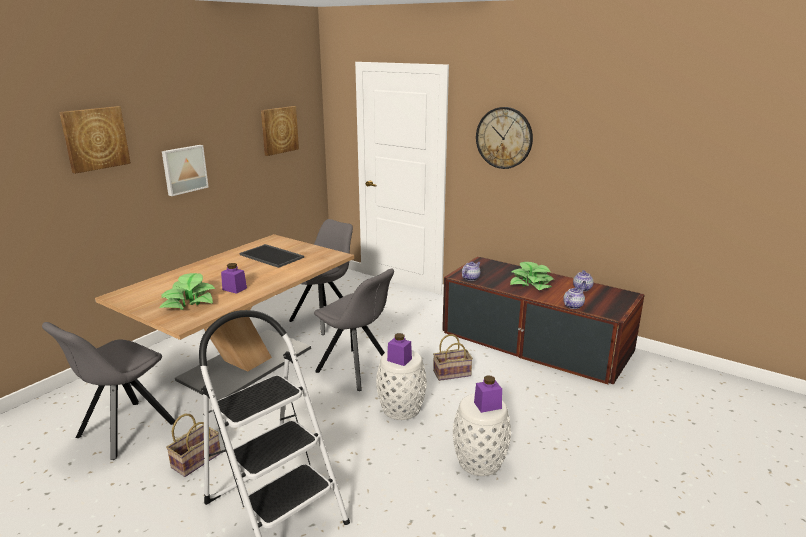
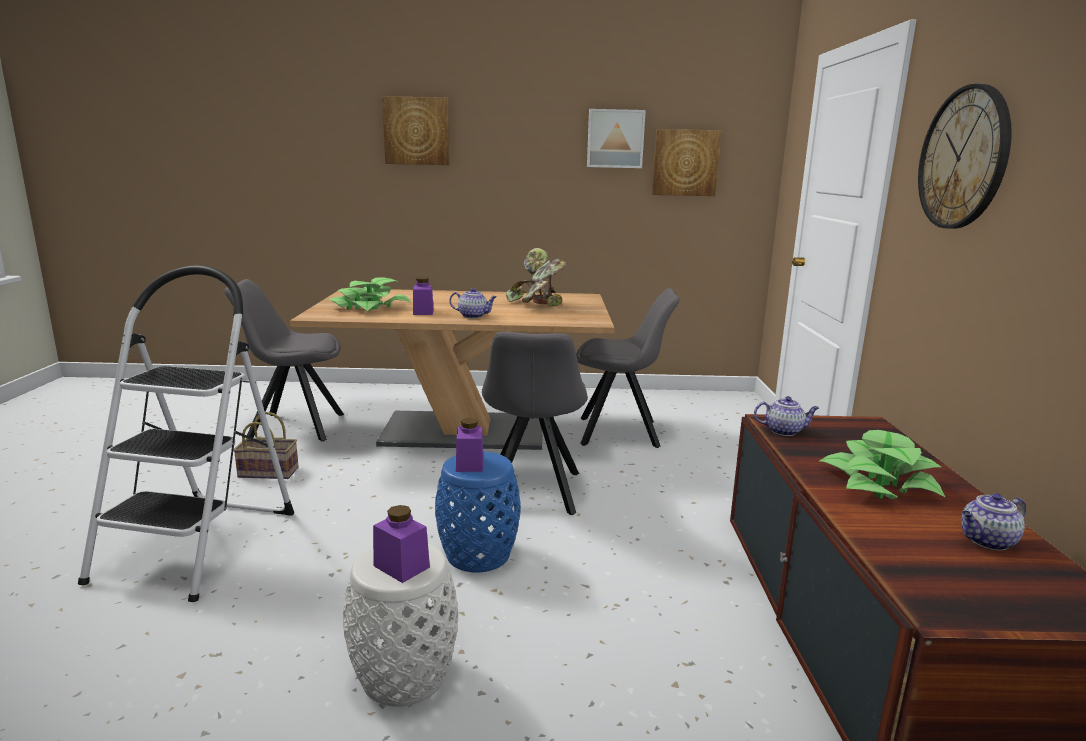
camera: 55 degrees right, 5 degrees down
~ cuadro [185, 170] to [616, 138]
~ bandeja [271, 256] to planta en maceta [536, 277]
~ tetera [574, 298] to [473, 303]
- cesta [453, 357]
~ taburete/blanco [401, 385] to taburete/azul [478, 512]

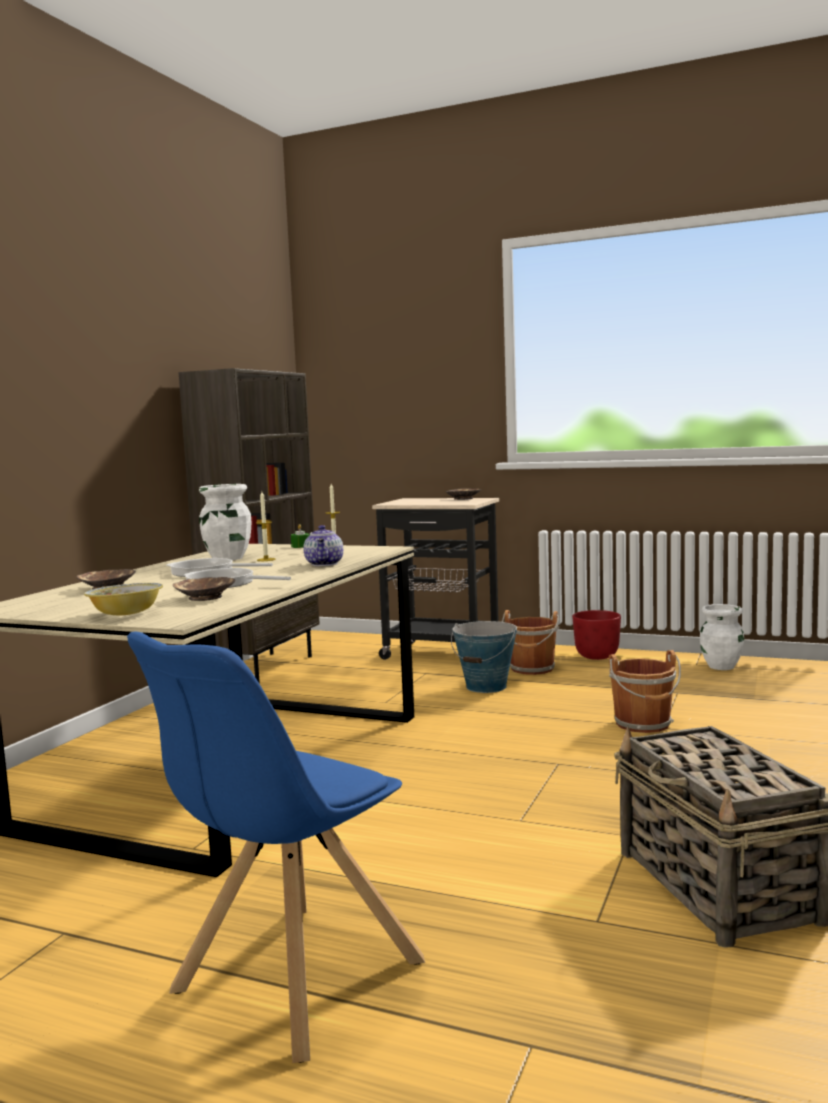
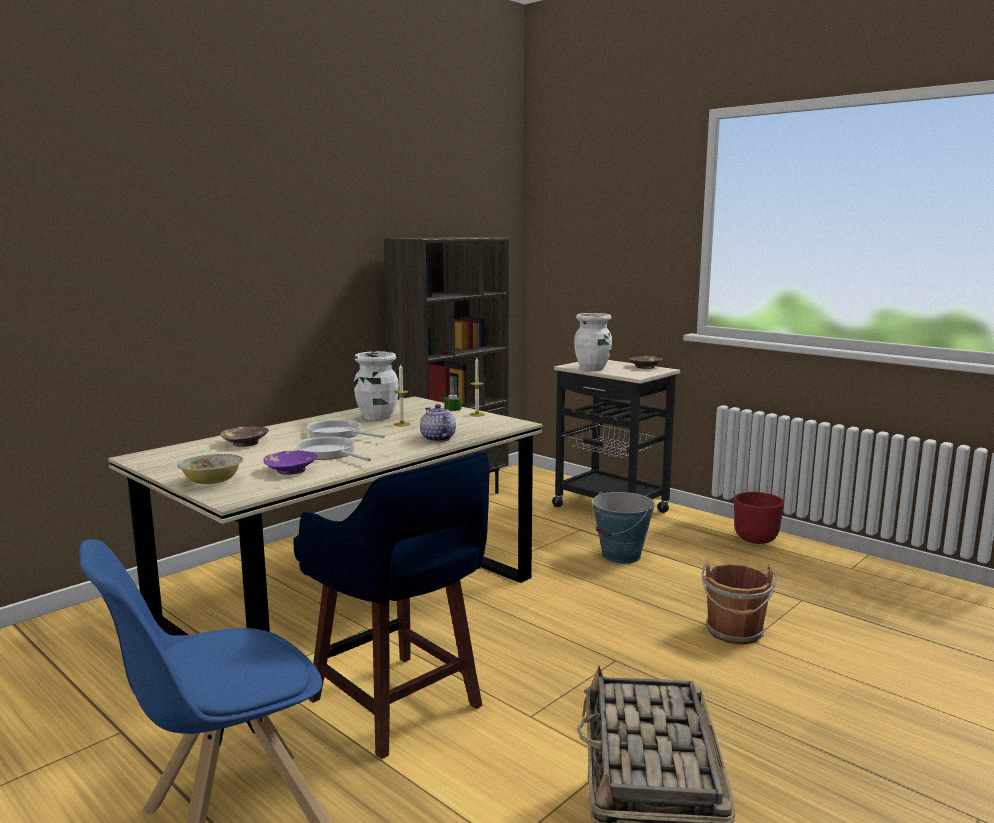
camera: 20 degrees right, 5 degrees up
~ tetera [323, 545] = [438, 423] 135 degrees clockwise
~ cuenco/marrón [204, 589] to cuenco/morado [290, 463]
~ florero/blanco [722, 637] to [593, 342]
- cubo/marrón [530, 642]
+ taburete/azul [391, 605]

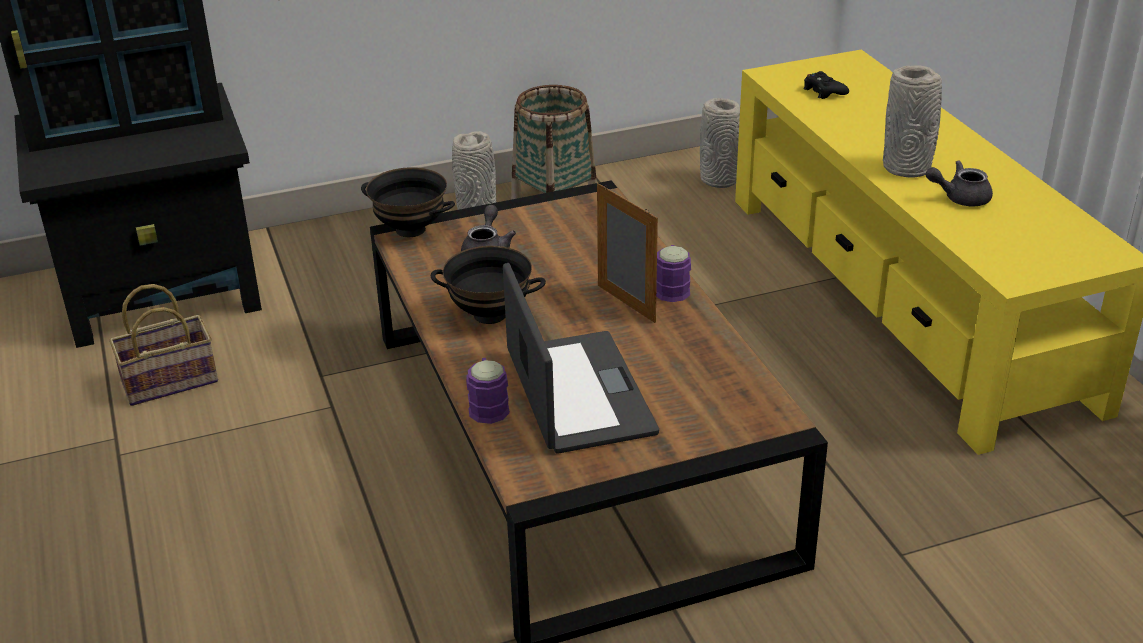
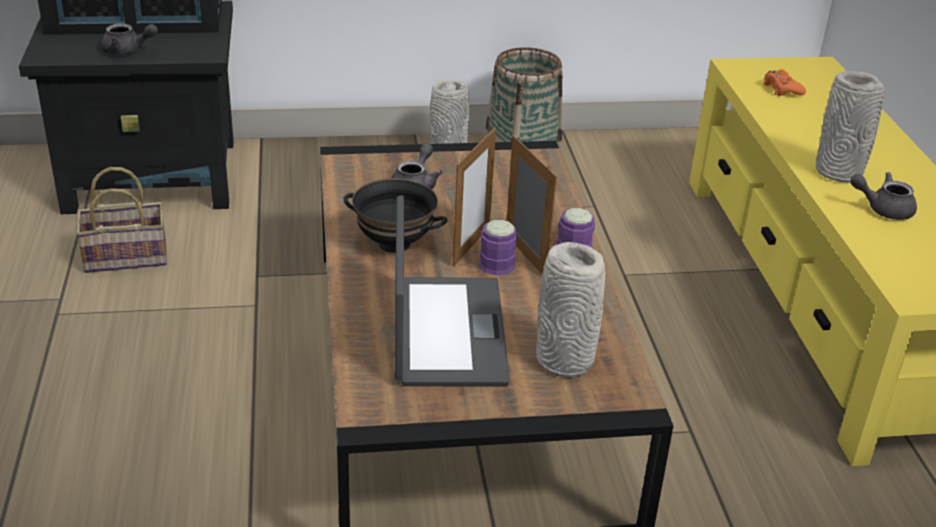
camera: 10 degrees right, 0 degrees up
~ mando de consola/negro [826, 85] to mando de consola/naranja [784, 82]
~ florero/gris [720, 143] to [570, 310]
- cuenco/negro [408, 202]
~ taza grande/morado [488, 391] to [498, 246]
+ tetera/gris [129, 39]
+ portarretratos [474, 197]

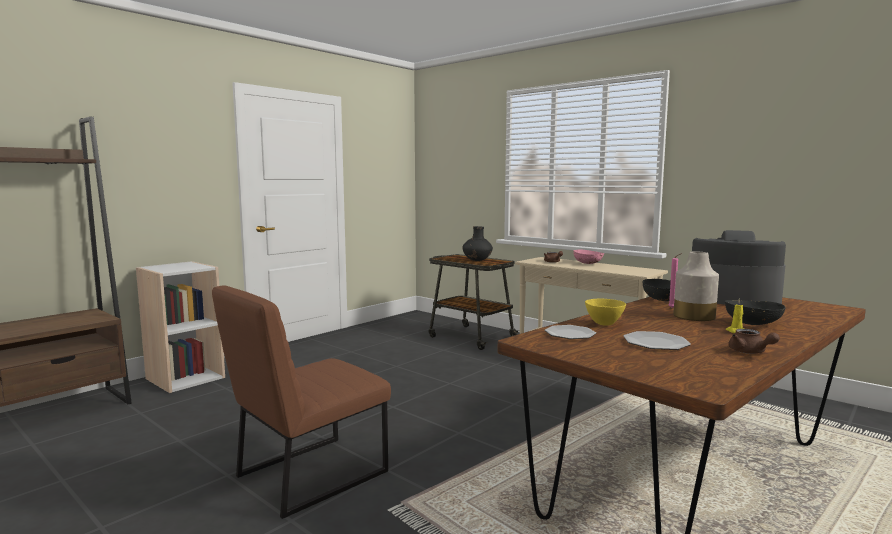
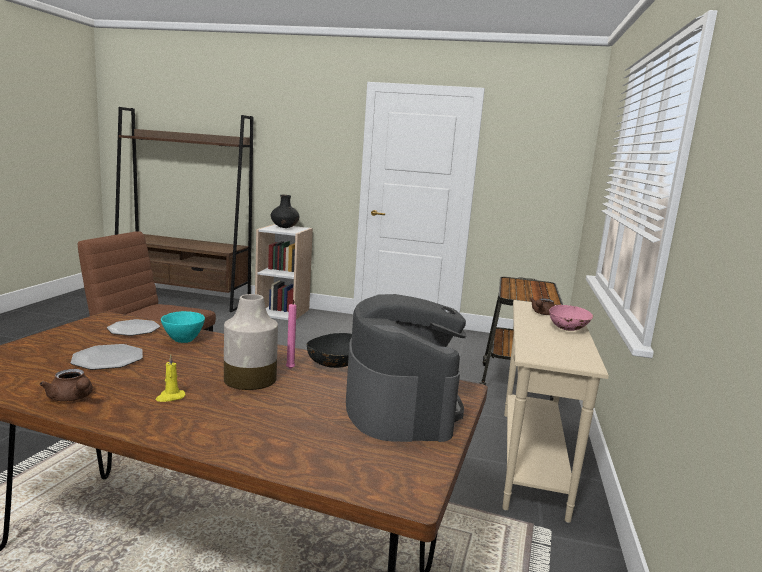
camera: 60 degrees right, 5 degrees up
~ florero/negro [477, 243] to [285, 211]
~ cuenco/amarillo [605, 312] to cuenco/turquesa [183, 327]
- cuenco/negro [755, 312]
~ tetera/marrón [754, 341] = [66, 385] 90 degrees counterclockwise

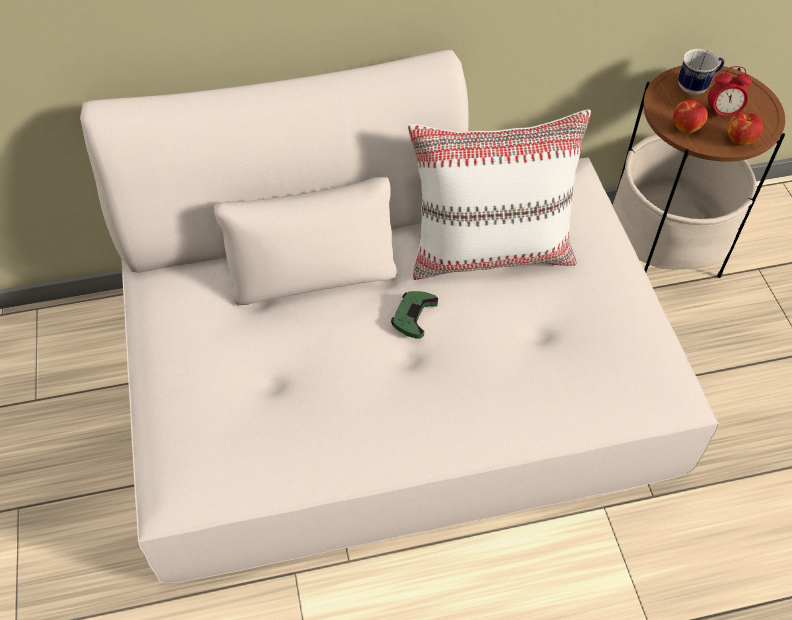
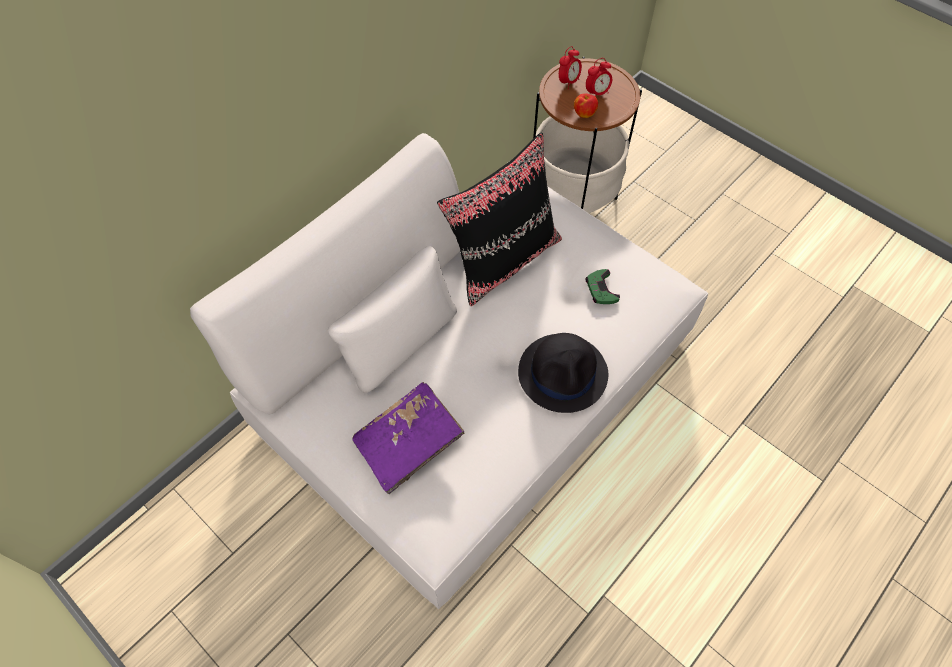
camera: 35 degrees left, 5 degrees up
~ taza grande [701, 72] to despertador [570, 67]
~ cojín/blanco [499, 195] to cojín/negro [499, 219]
- manzana [745, 129]
~ mando de consola/verde [414, 315] to [602, 286]
+ sombrero/negro [563, 373]
+ libro/morado [408, 438]

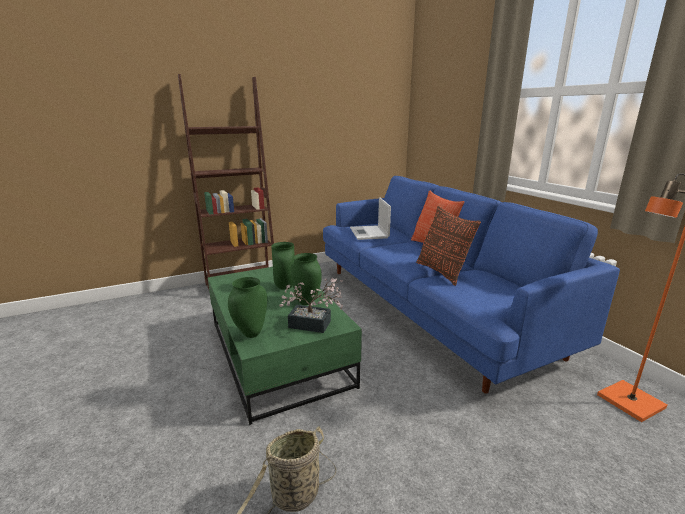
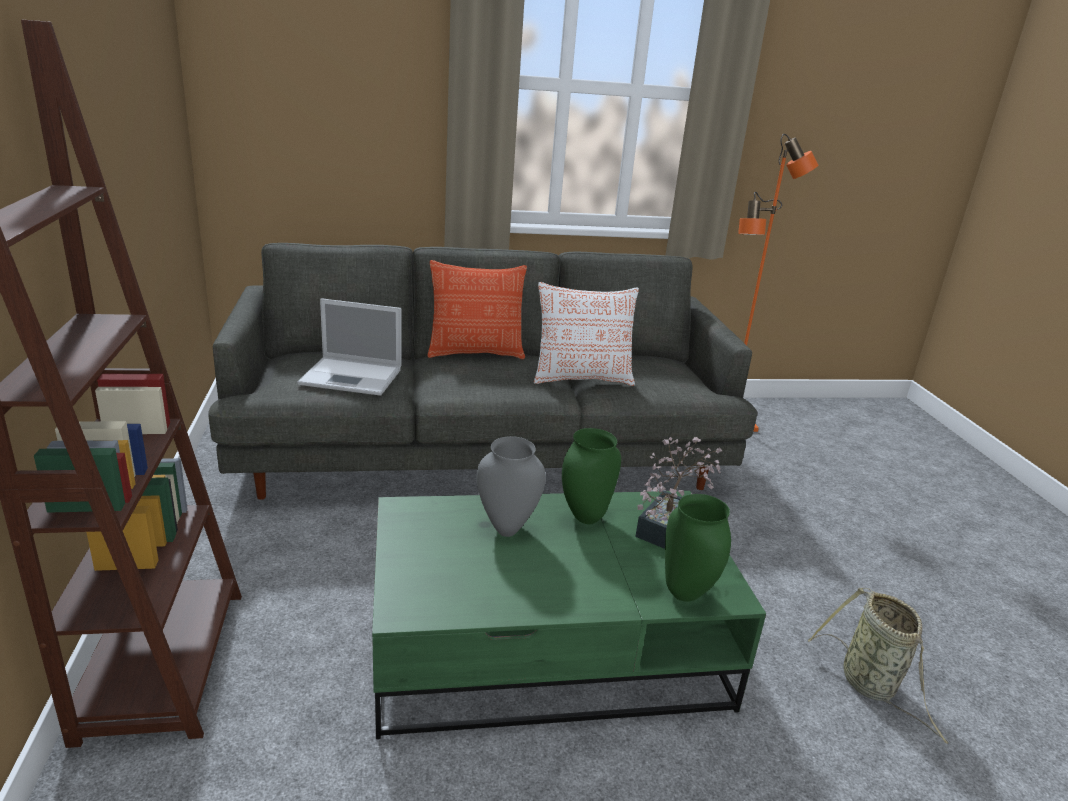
camera: 75 degrees left, 5 degrees up
~ sofá/azul [471, 285] to sofá/gris [482, 371]
~ cojín/marrón [448, 245] to cojín/blanco [586, 334]
~ florero/verde [283, 266] to florero/gris [511, 486]

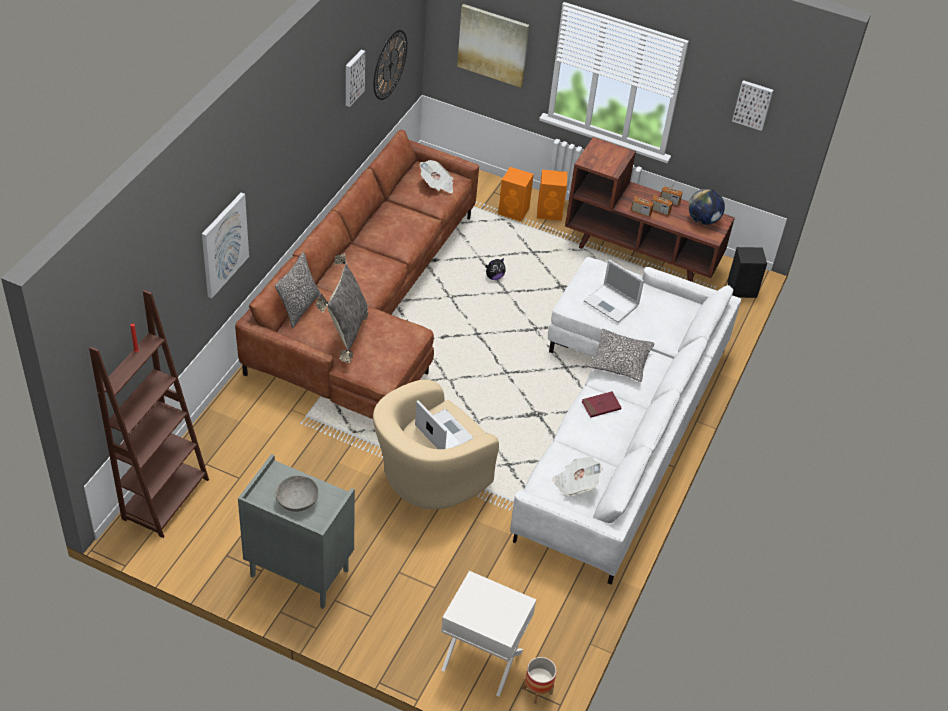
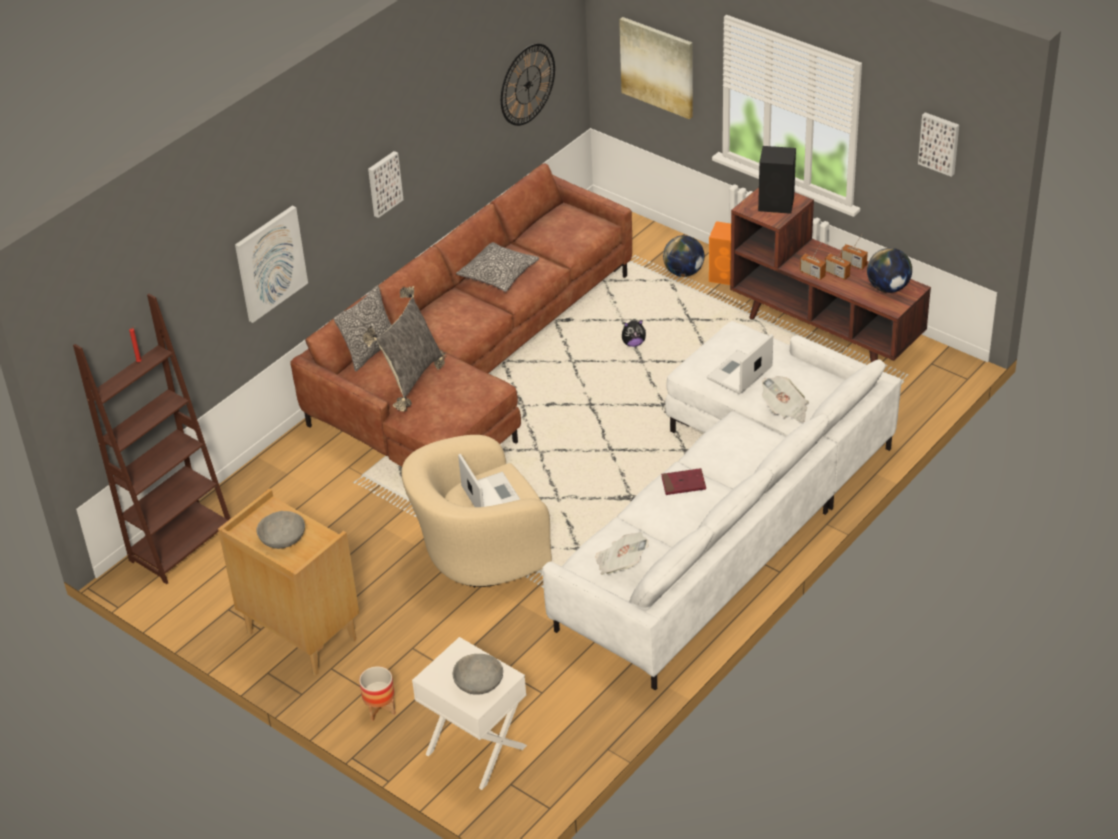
camera: 20 degrees right, 5 degrees down
~ cuadro [355, 78] to [385, 184]
~ periódico [437, 176] to [785, 399]
~ altavoz/naranja [516, 194] to globo terráqueo [683, 256]
~ altavoz/negro [747, 272] to [777, 180]
~ portátil [614, 291] = [740, 364] 75 degrees clockwise
~ cojín [621, 355] to [497, 267]
~ armario/gris [296, 531] to armario/marrón [288, 581]
~ maceta [540, 680] to [377, 693]
+ cuenco/gris [478, 674]

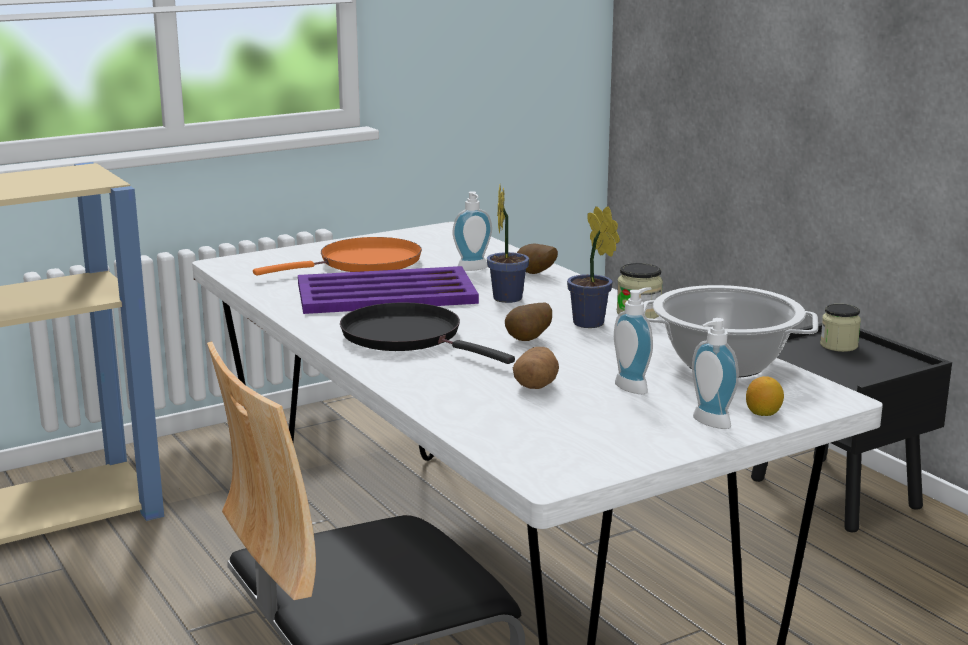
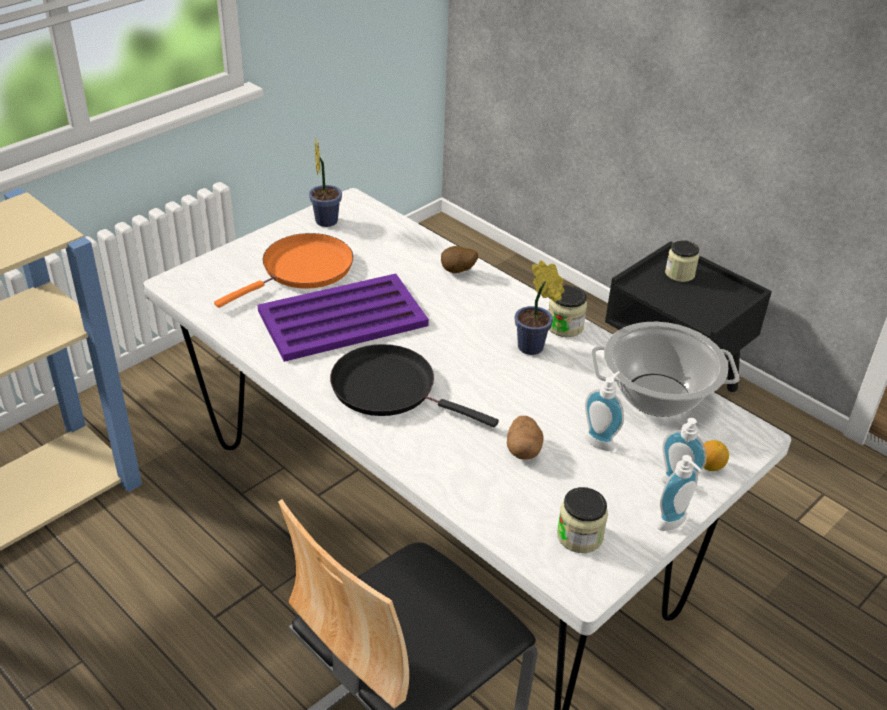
camera: 15 degrees left, 20 degrees up
~ planta en maceta [508, 244] to [325, 182]
~ dispensador de jabón [472, 231] to [678, 493]
- patata [528, 322]
+ tarro [582, 520]

